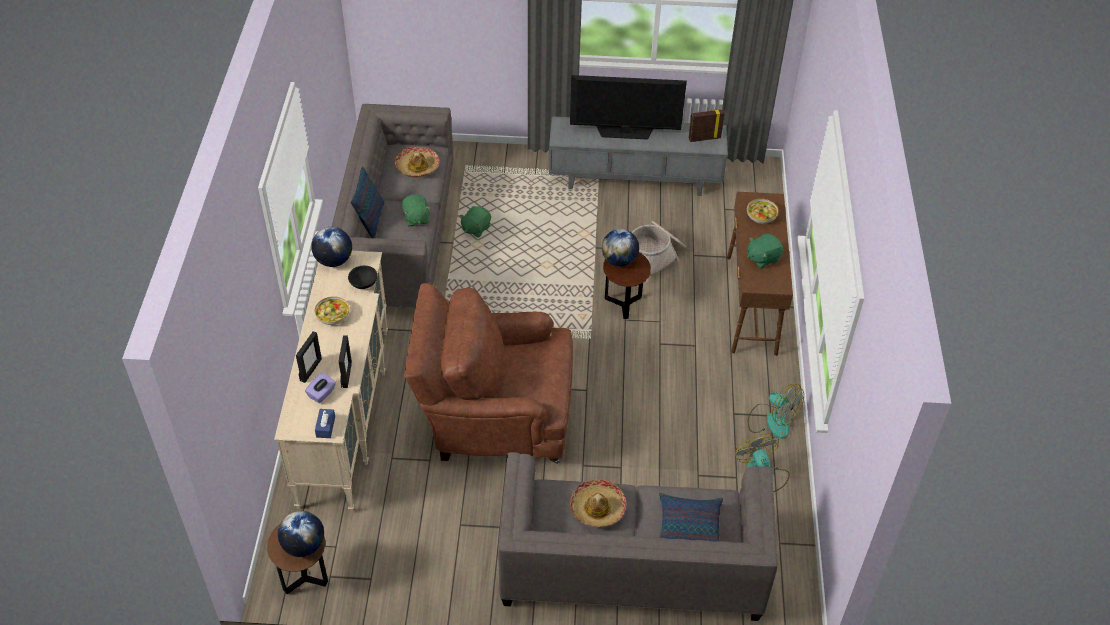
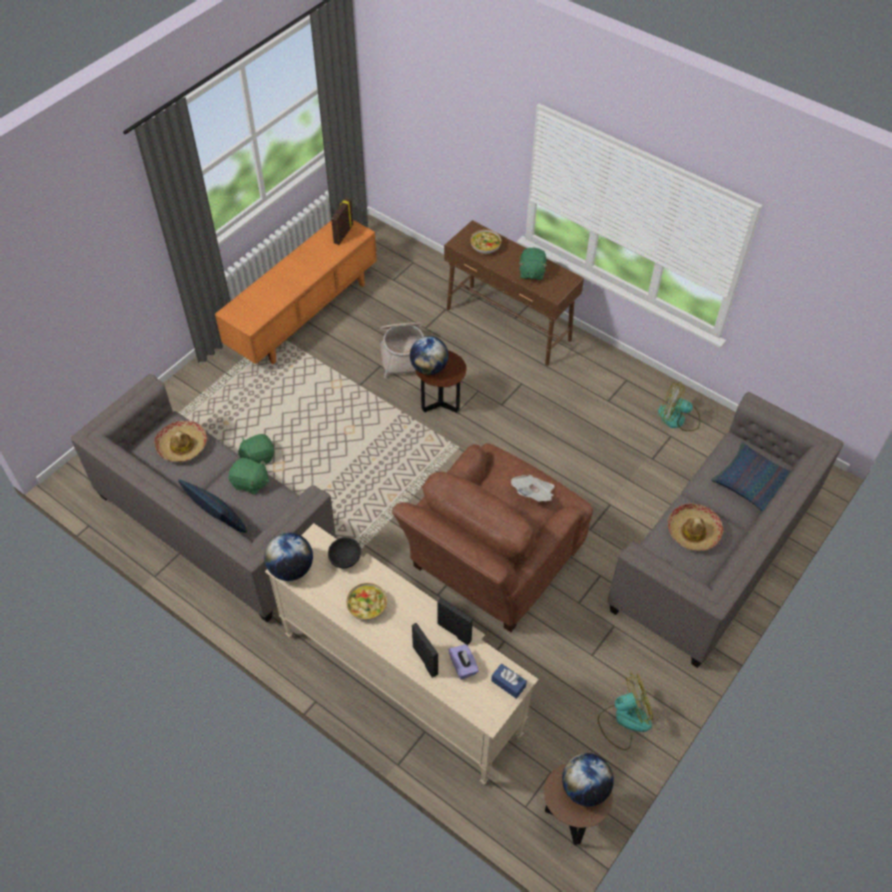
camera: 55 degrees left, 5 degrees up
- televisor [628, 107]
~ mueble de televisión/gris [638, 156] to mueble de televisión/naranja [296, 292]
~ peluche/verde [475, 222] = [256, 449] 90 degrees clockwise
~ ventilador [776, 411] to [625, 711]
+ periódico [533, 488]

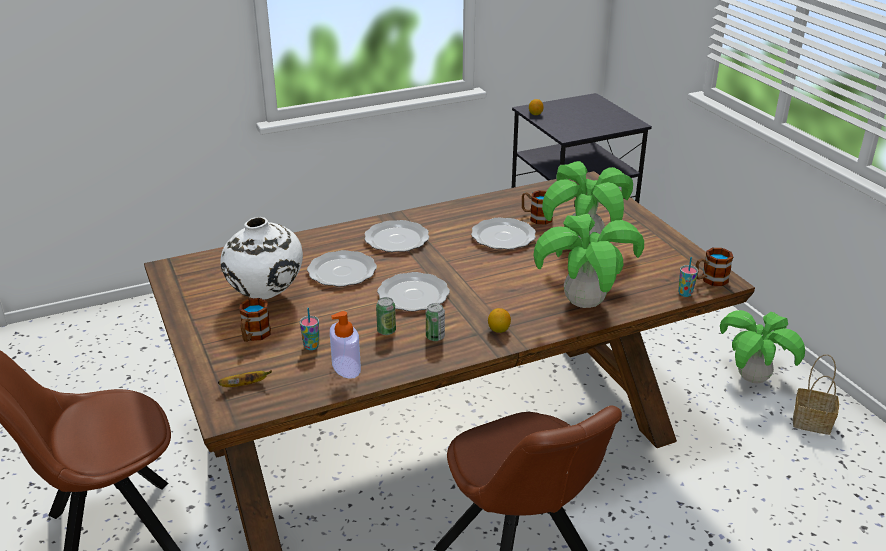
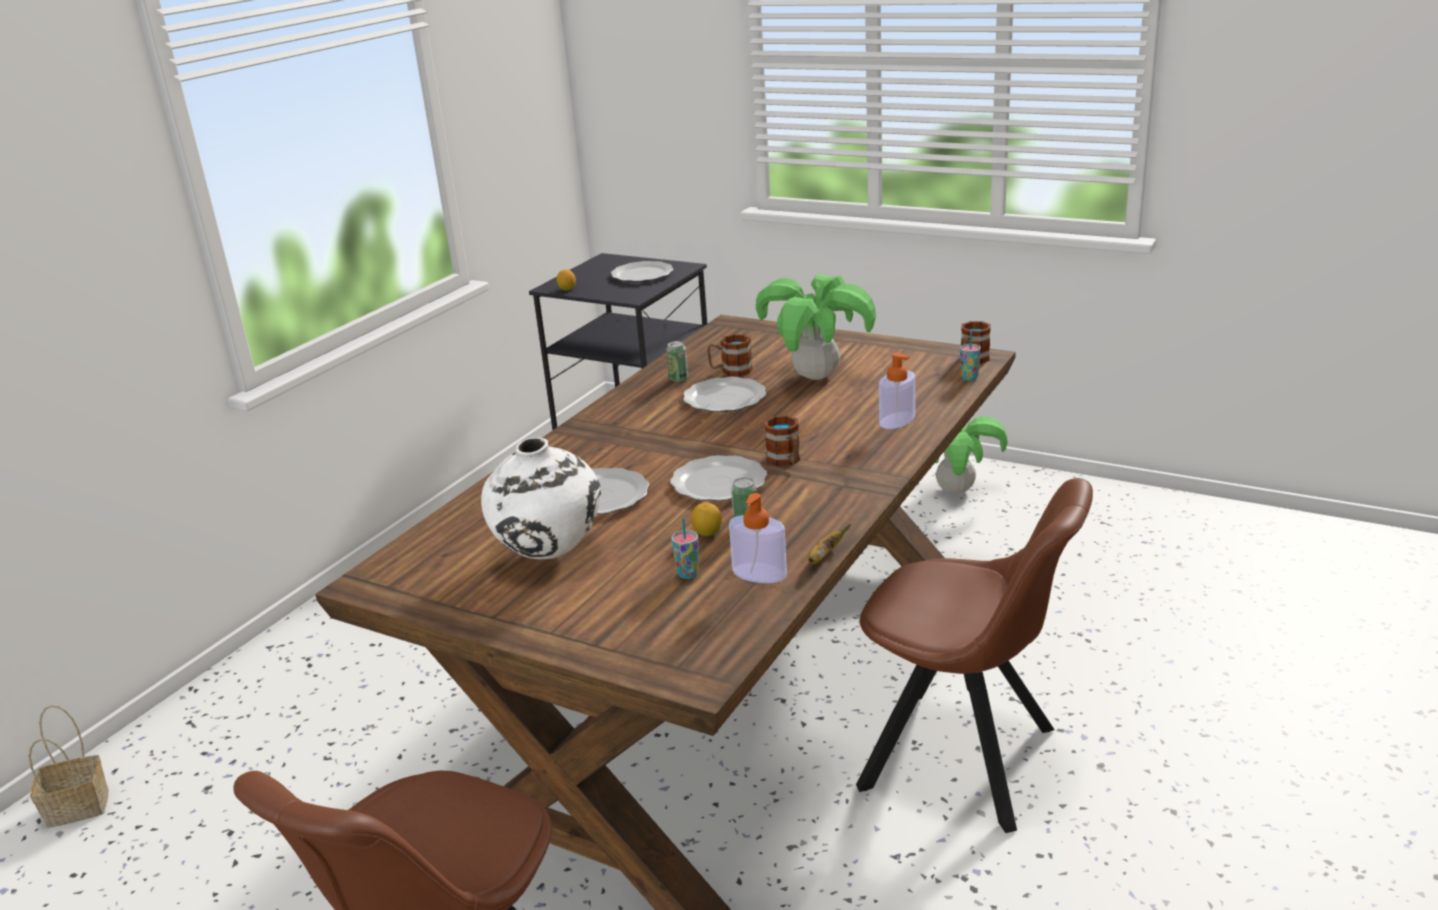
camera: 35 degrees left, 5 degrees down
~ planta en maceta [588, 261] to dispensador de jabón [897, 391]
~ plato [397, 236] to [642, 271]
~ taza grande [255, 320] to [782, 440]
~ lata [435, 322] to [677, 361]
~ limón [499, 320] to [706, 519]
~ cesta [816, 394] to [69, 766]
~ plátano [245, 378] to [829, 544]

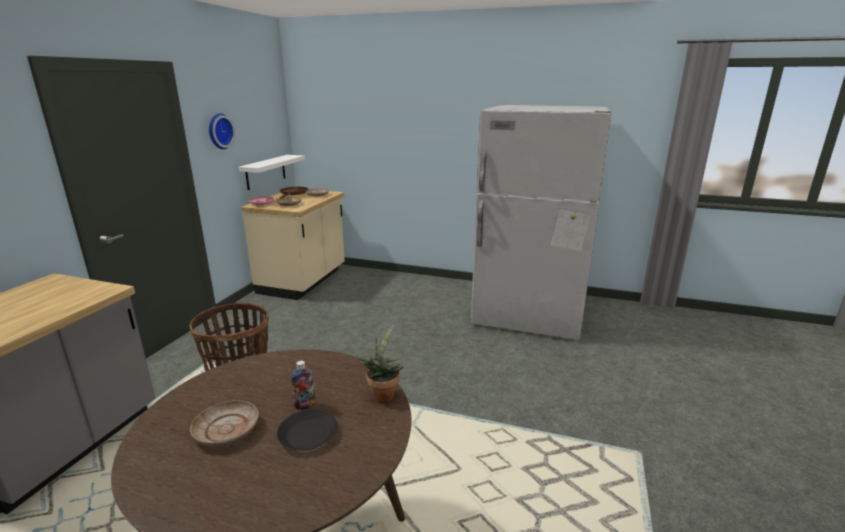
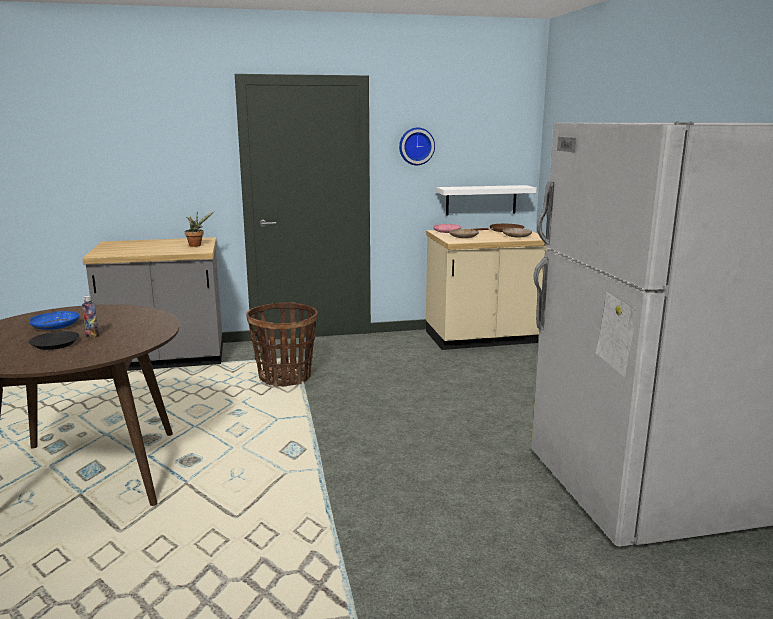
camera: 60 degrees right, 5 degrees down
~ planta en maceta [379, 363] to [199, 229]
~ plato/beis [224, 423] to plato/azul [54, 320]

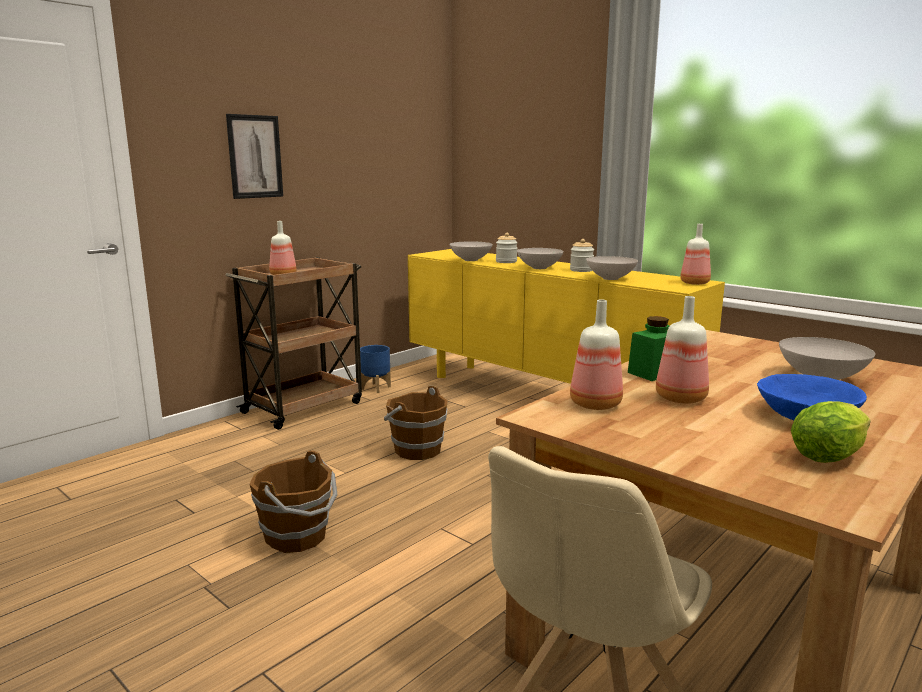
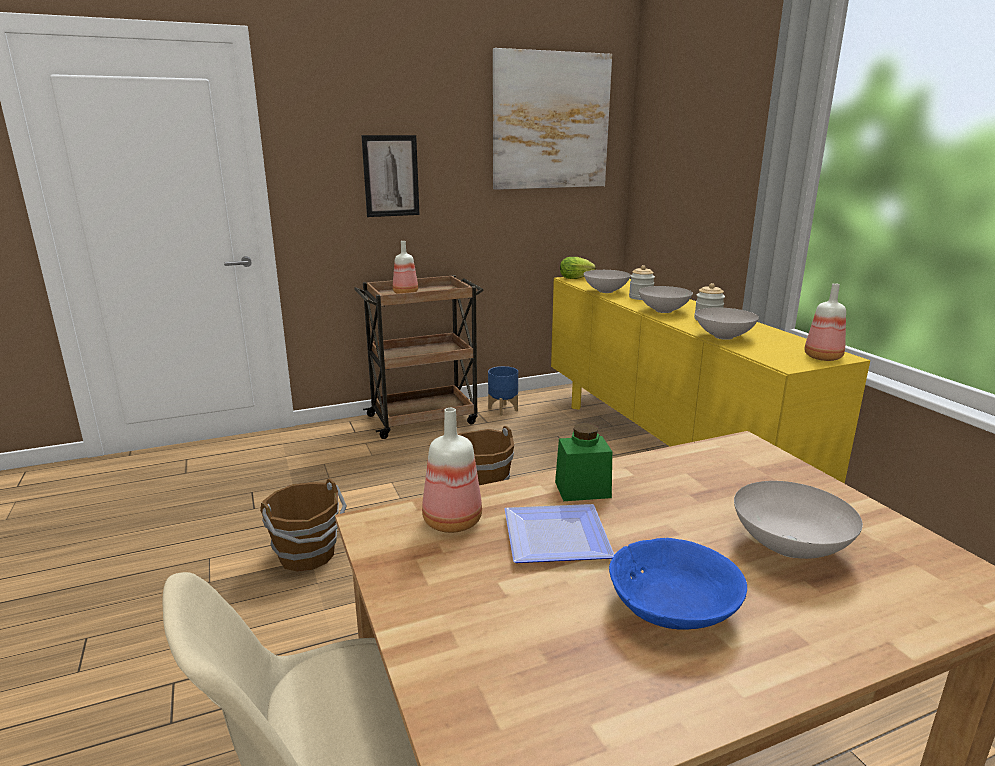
camera: 25 degrees right, 5 degrees up
~ botella [682, 350] to plato [559, 533]
~ lechuga [831, 432] to [578, 268]
+ cuadro [552, 119]

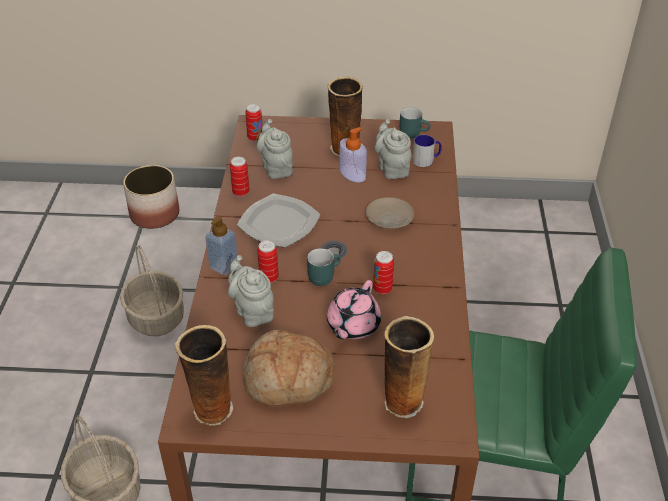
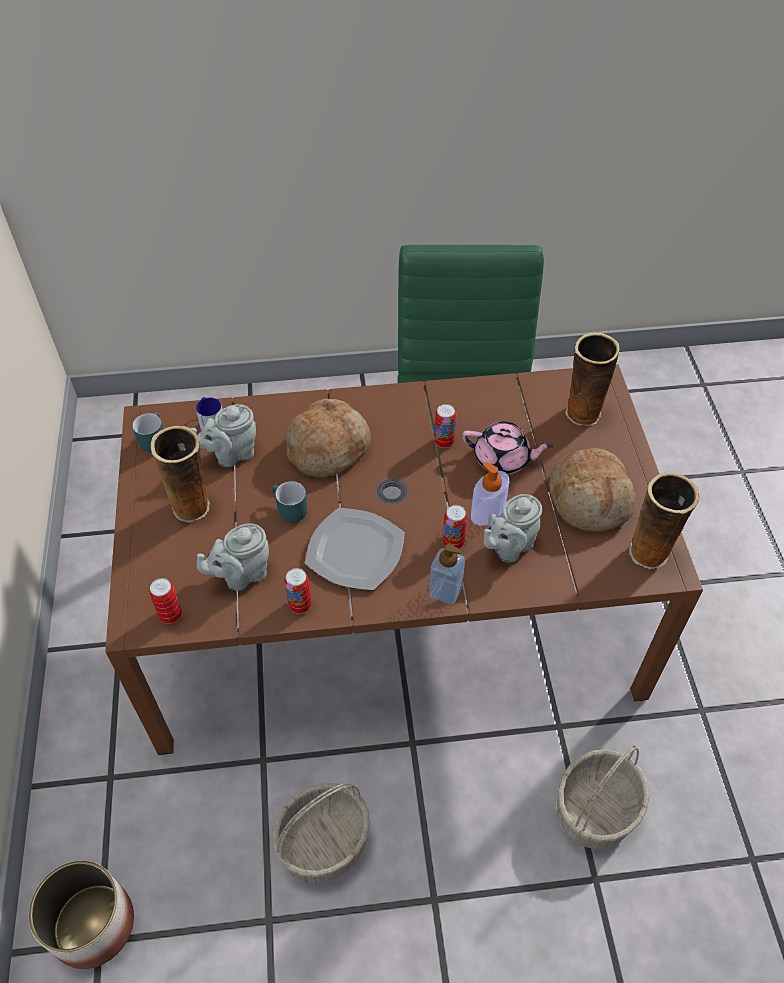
camera: 100 degrees left, 10 degrees up
~ dispensador de jabón [353, 155] to [490, 494]
~ plato/beis [390, 213] to pan [328, 438]
~ taza grande/turquesa [324, 267] to [290, 502]

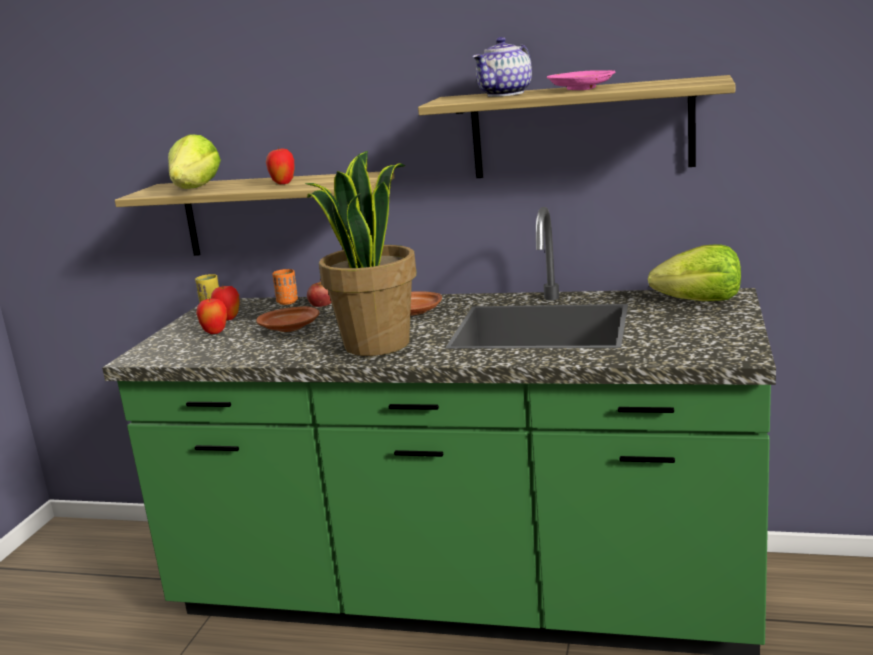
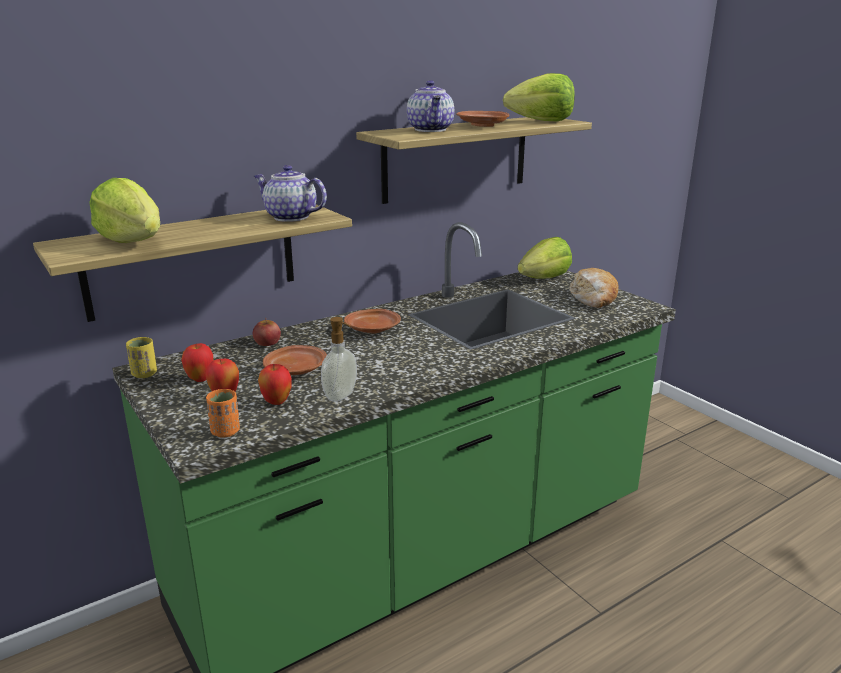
camera: 50 degrees left, 5 degrees up
~ plato/rosa [581, 80] to plato/marrón [482, 119]
~ manzana [280, 165] to [275, 384]
- planta en maceta [360, 253]
~ taza/naranja [285, 287] to [223, 413]
+ lechuga [539, 97]
+ tetera [290, 193]
+ pan [594, 288]
+ dispensador de jabón [339, 359]

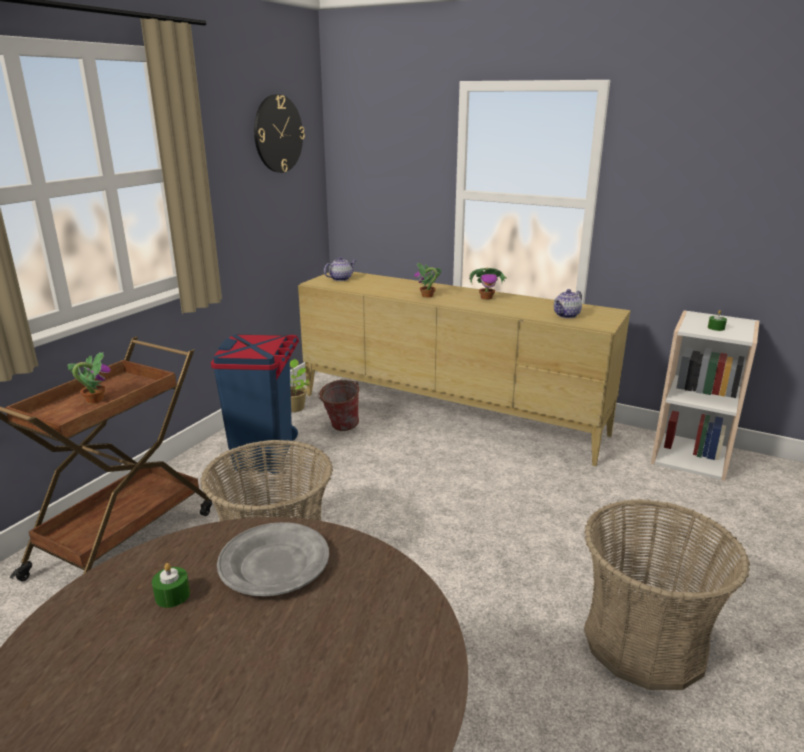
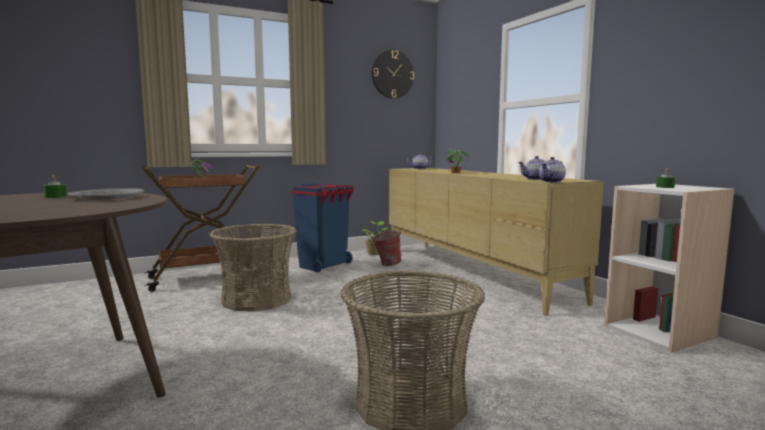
camera: 35 degrees right, 15 degrees down
- planta en maceta [488, 283]
+ tetera [552, 169]

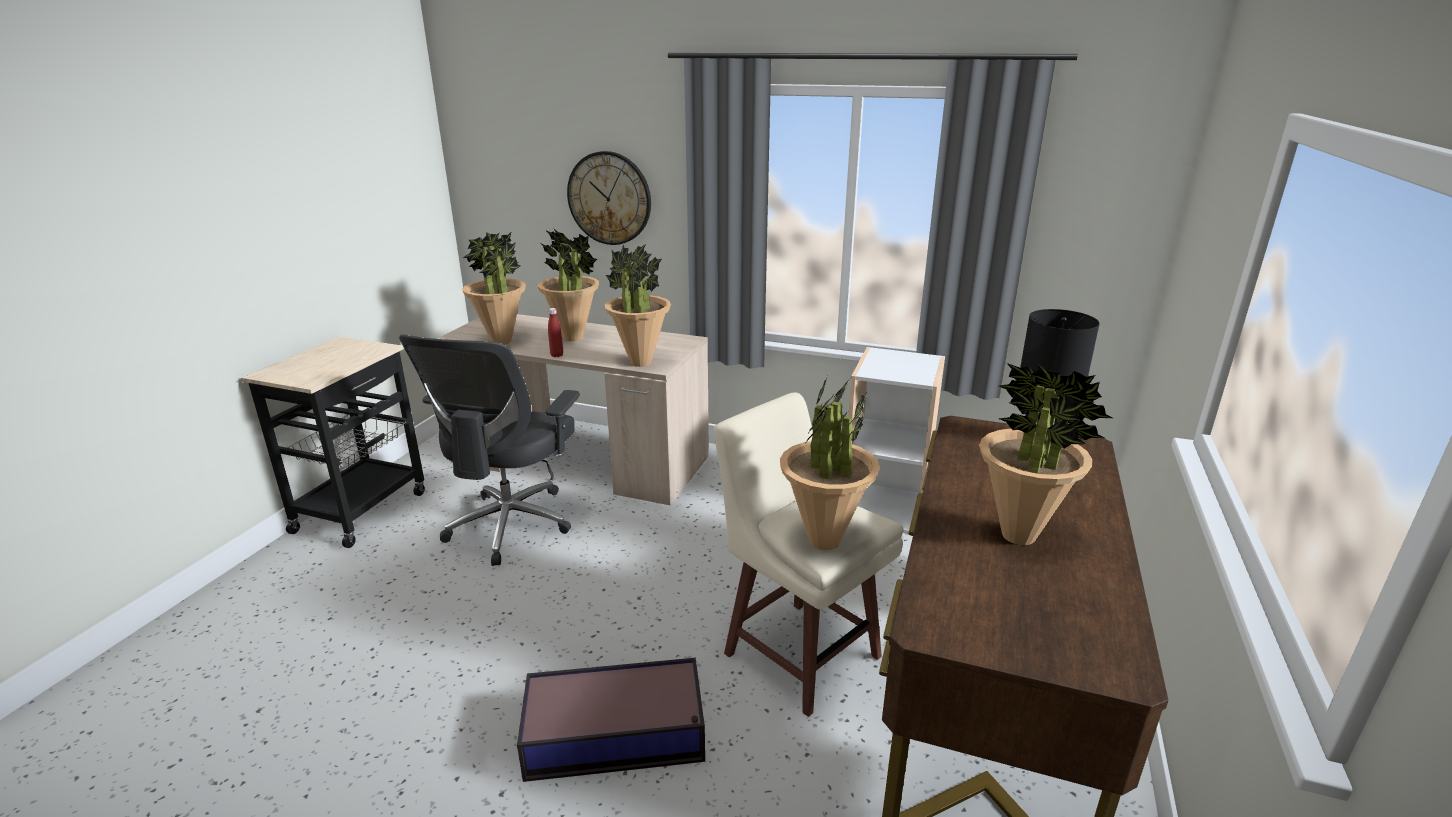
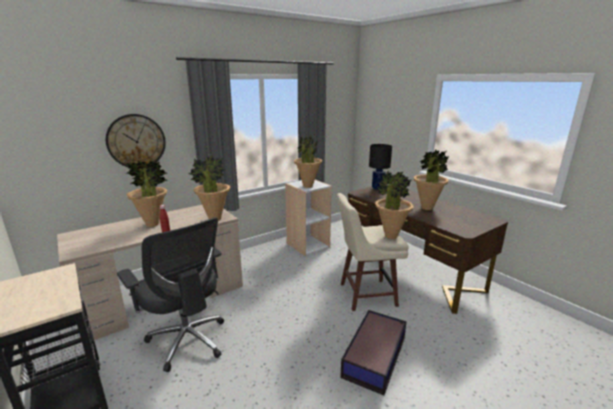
camera: 55 degrees left, 5 degrees down
~ planta en maceta [494, 288] to [308, 161]

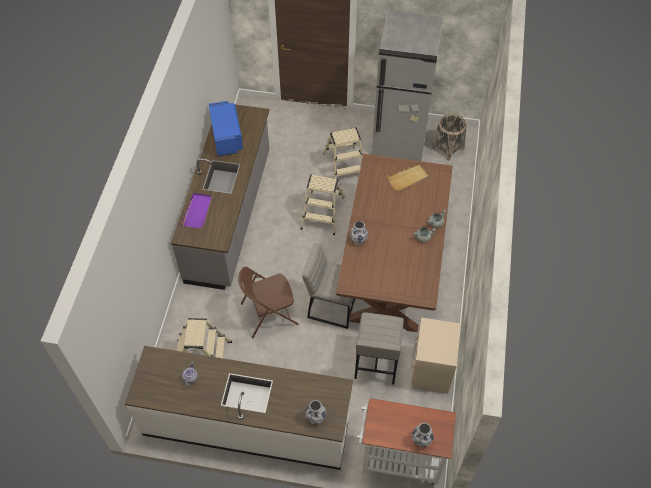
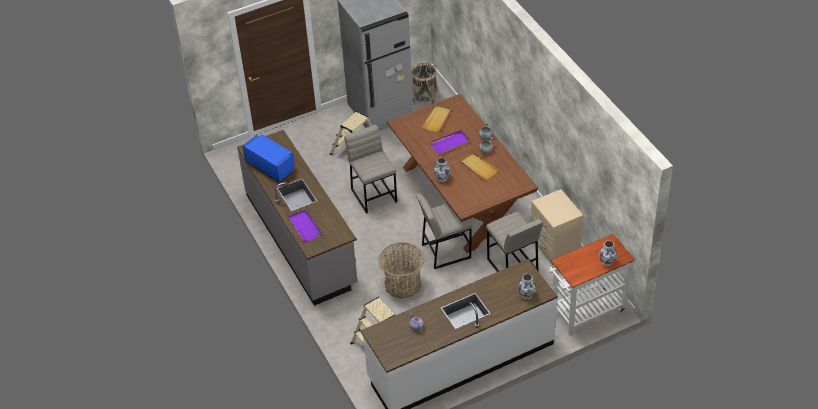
camera: 35 degrees left, 10 degrees down
~ escalera de tijera/beis [322, 205] to silla/gris [370, 169]
~ silla/marrón [268, 302] to cesta [401, 270]
+ bandeja/morado [450, 142]
+ bandeja/beis [479, 166]

